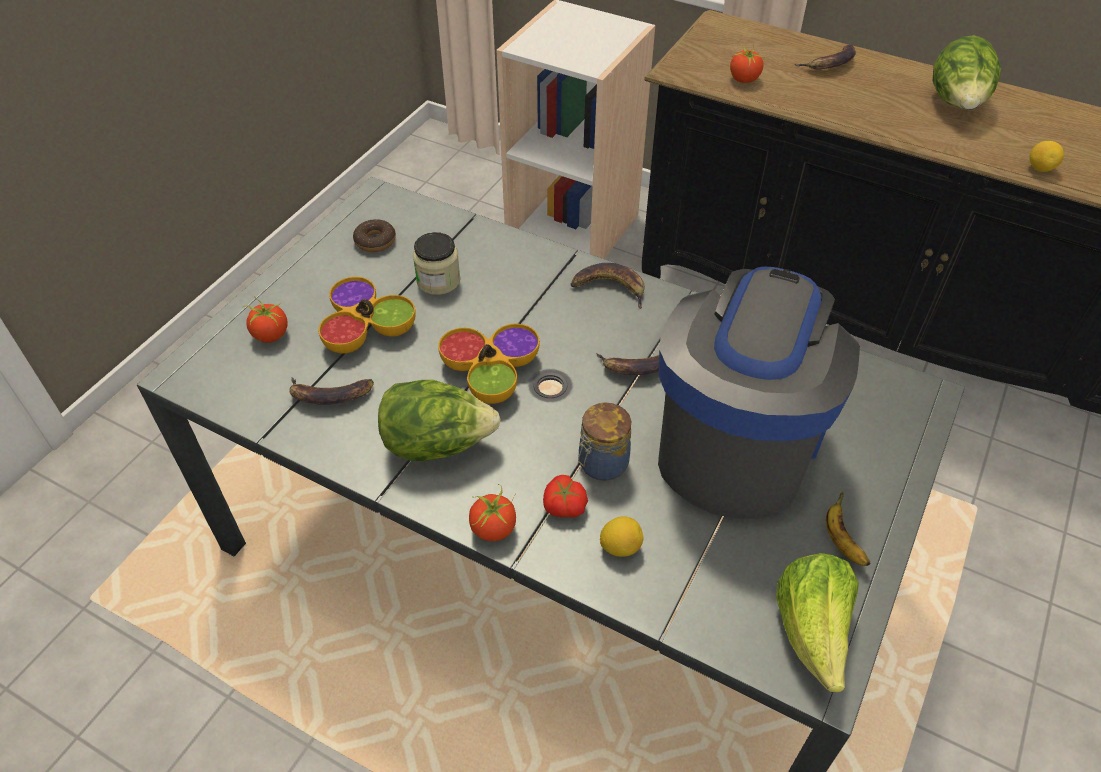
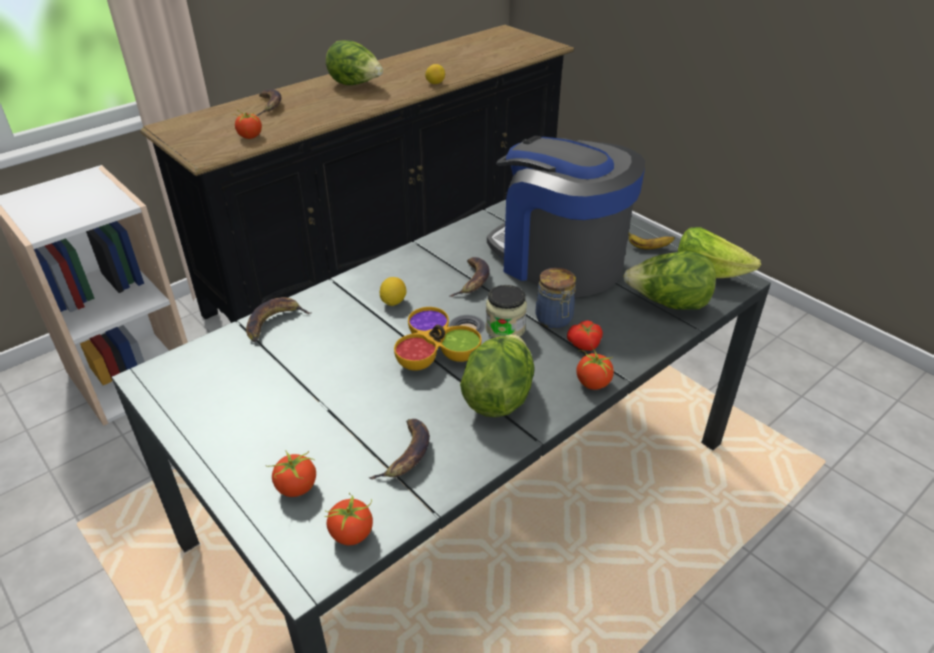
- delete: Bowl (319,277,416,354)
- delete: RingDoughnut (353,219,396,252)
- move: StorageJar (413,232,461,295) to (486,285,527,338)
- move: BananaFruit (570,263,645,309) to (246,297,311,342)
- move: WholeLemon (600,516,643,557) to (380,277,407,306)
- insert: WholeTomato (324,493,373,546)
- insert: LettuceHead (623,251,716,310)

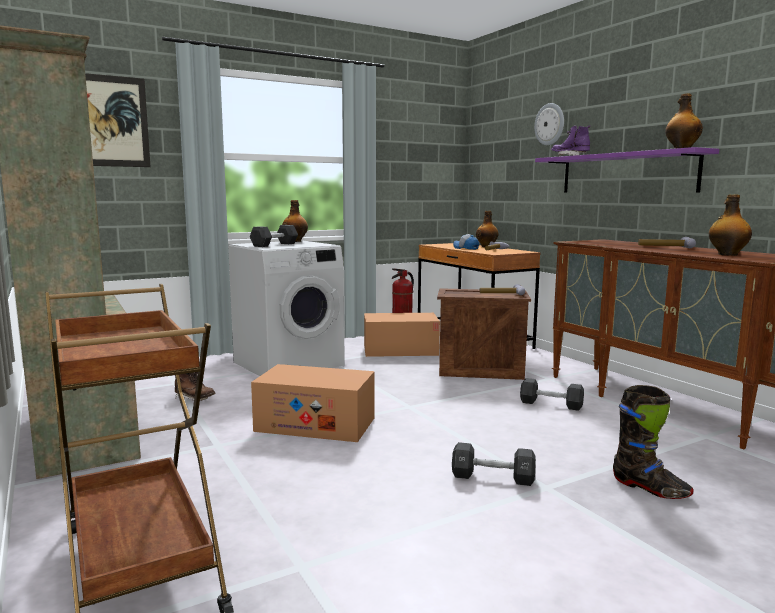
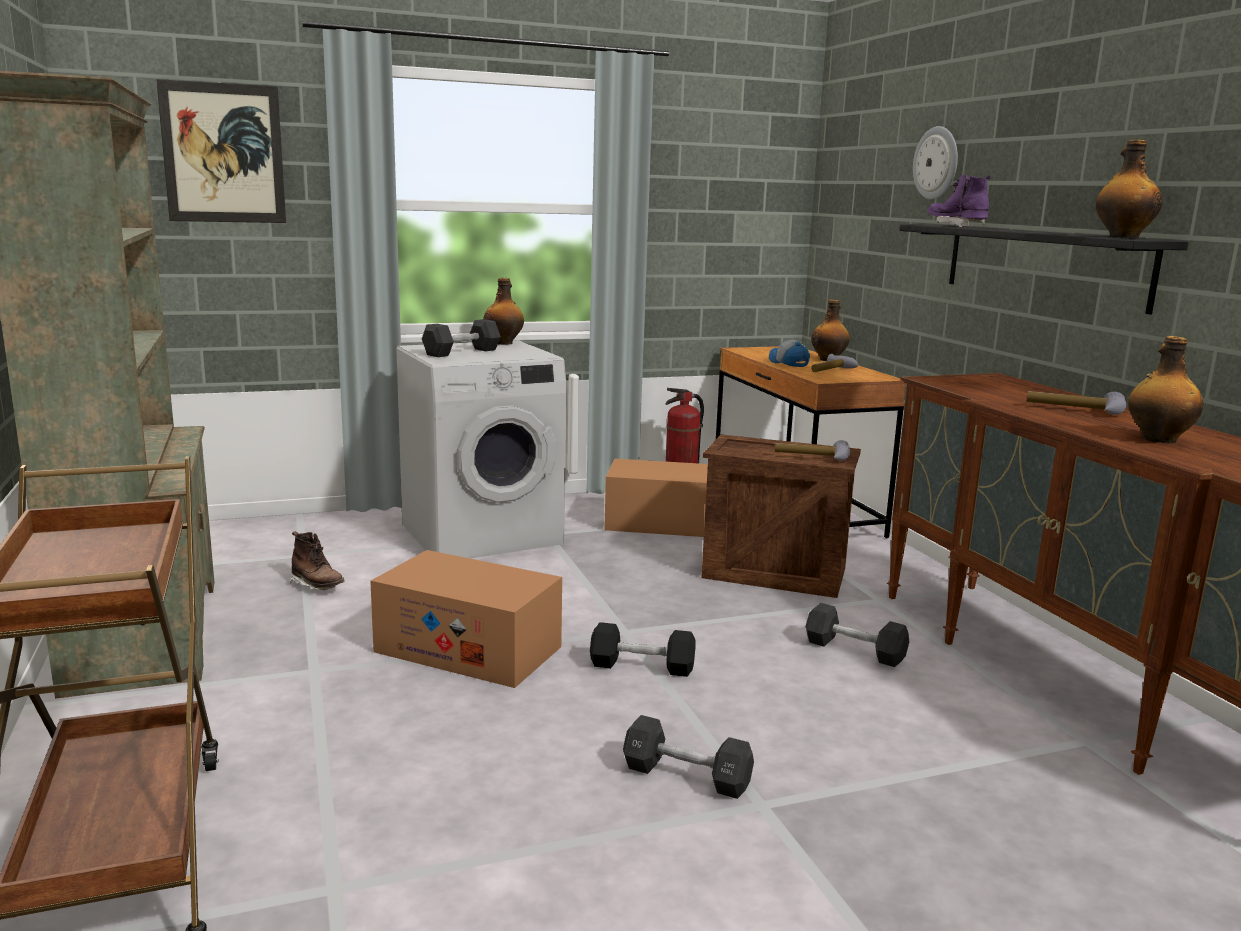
- recolor: PurpleBracketShelf (535,147,719,193) to BlackBracketShelf (899,224,1189,314)
- delete: BlackHighTopBoot (613,385,694,499)
- insert: BlackHandWeight (590,622,695,677)

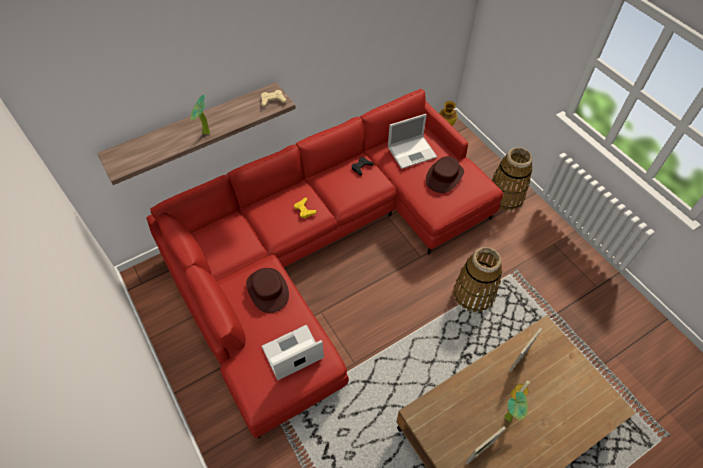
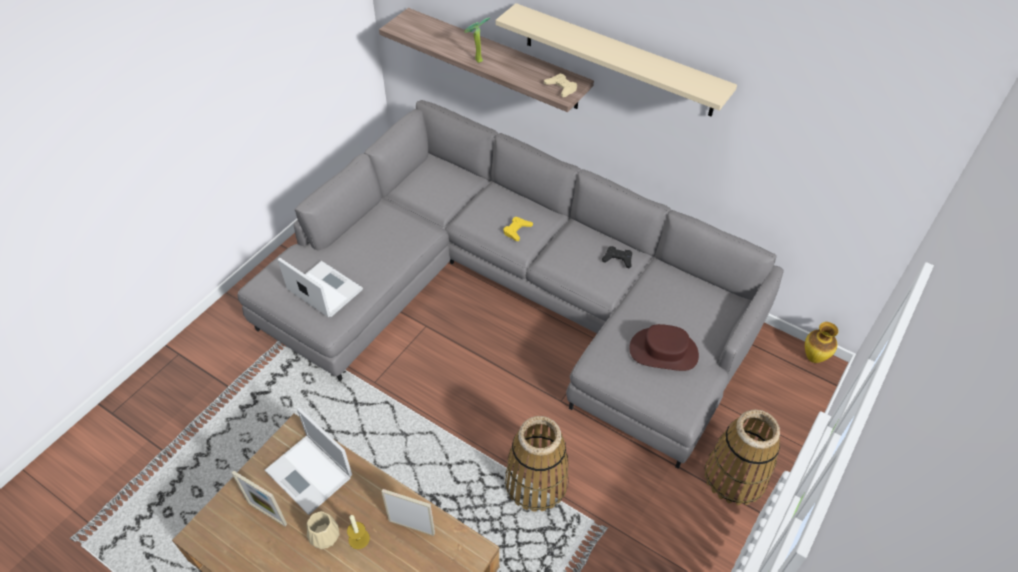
- recolor: RedColouredCouch (147,89,503,439) to GreyCouch (237,100,784,469)
- delete: BrownClothingHat (246,268,289,313)
- move: Laptop (388,114,437,169) to (265,407,352,515)
- replace: Houseplant (504,391,528,422) to BeigeColouredFlowerVase (307,511,340,549)
- insert: BeigeColouredBracketShelf (496,3,737,116)

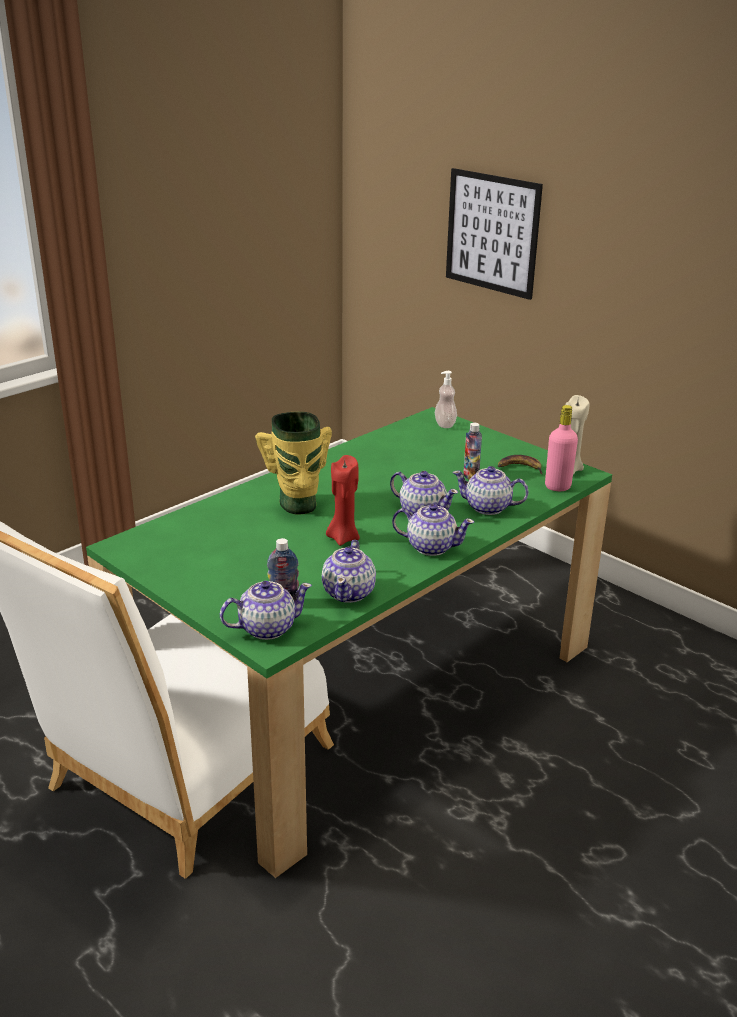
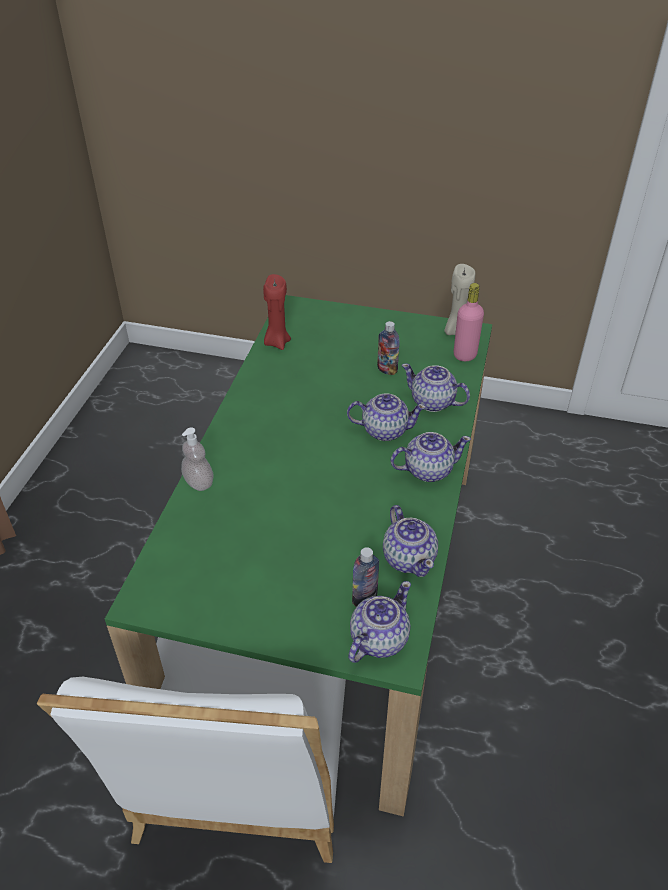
- delete: FlowerVase (255,412,332,514)
- move: RedColouredWaxCandle (326,455,360,546) to (263,274,291,350)
- move: SoapBottle (435,371,457,428) to (181,427,214,491)
- delete: Picture (446,168,543,300)
- rotate: Teapot (452,466,529,515) = (401,363,470,412) 45 degrees clockwise
- delete: BananaFruit (498,455,542,474)

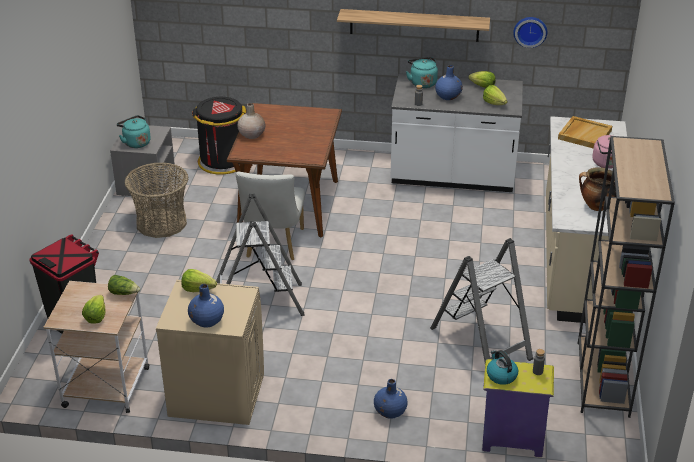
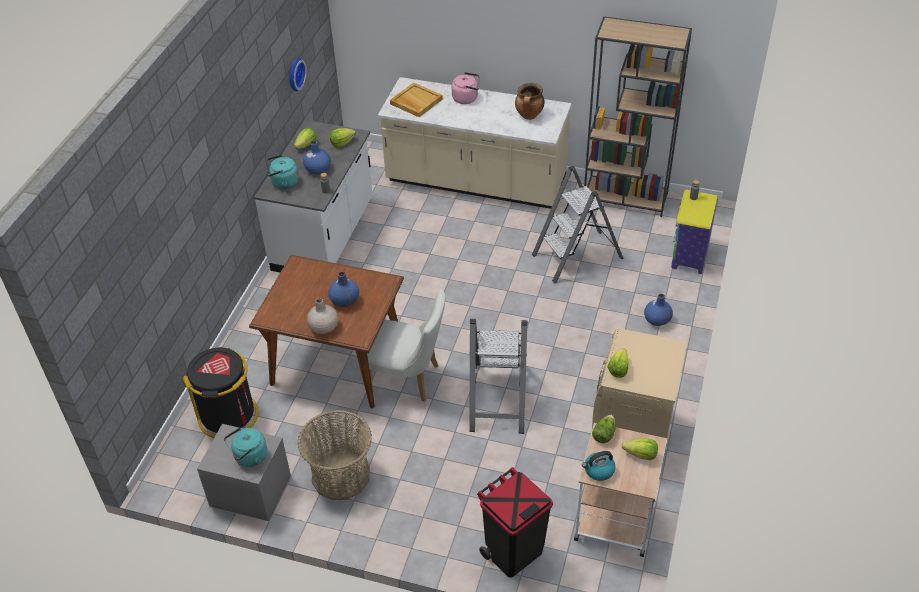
- move: BluishFlowerVase (188,284,224,328) to (328,272,359,307)
- delete: BracketShelf (337,9,490,42)
- move: WaterKettle (487,350,518,385) to (582,451,615,481)

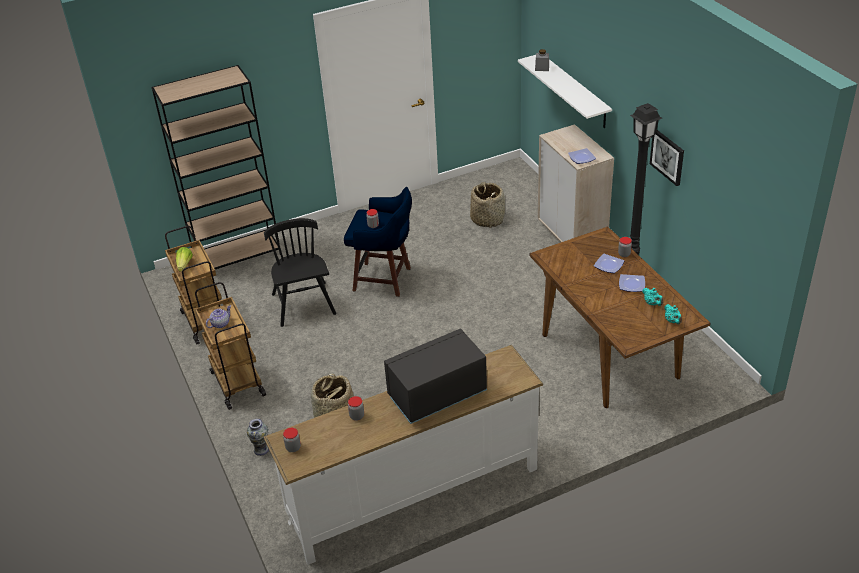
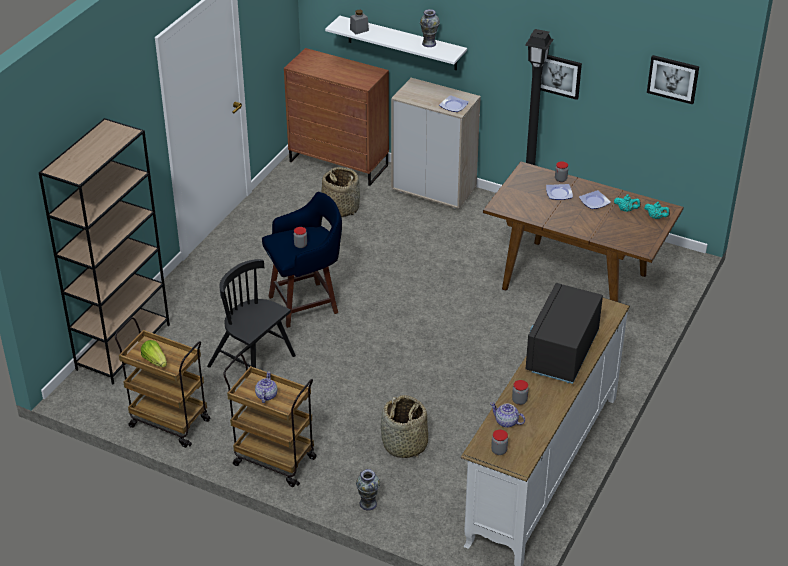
- insert: BrownDresser (284,48,389,186)
- insert: FlowerVase (420,9,440,47)
- insert: Teapot (490,402,525,428)
- insert: Picture (647,55,699,105)

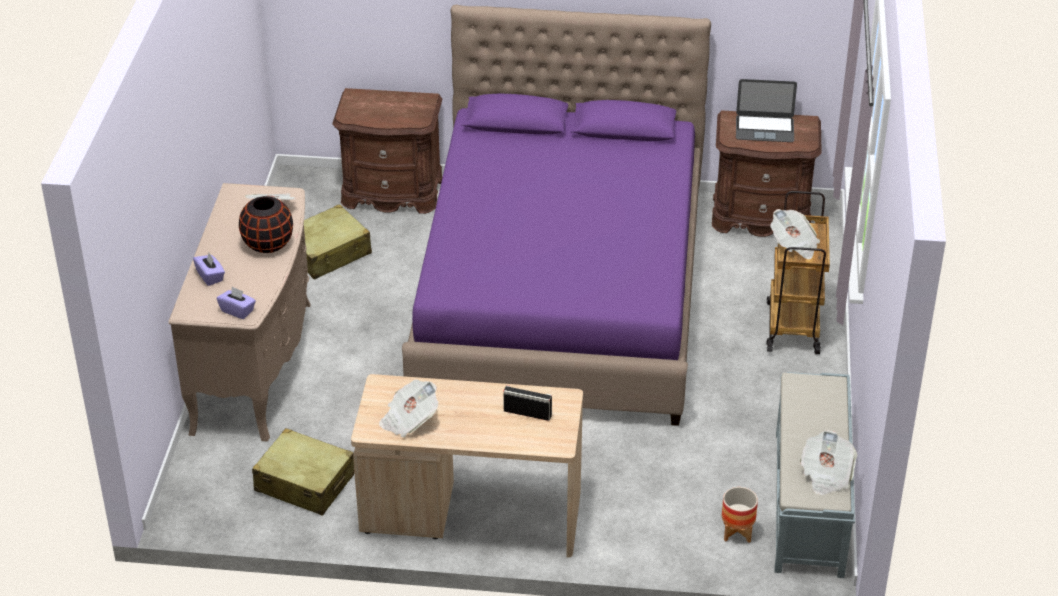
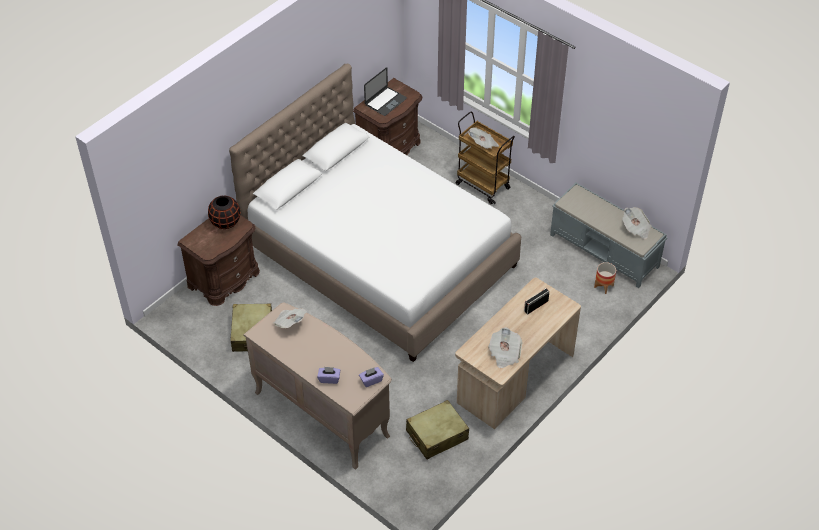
- move: BlackFlowerVase (239,196,293,253) to (208,196,240,229)
- recolor: PurpleBedroomBed (402,4,711,426) to WhiteColouredBedroomBed (229,64,521,362)

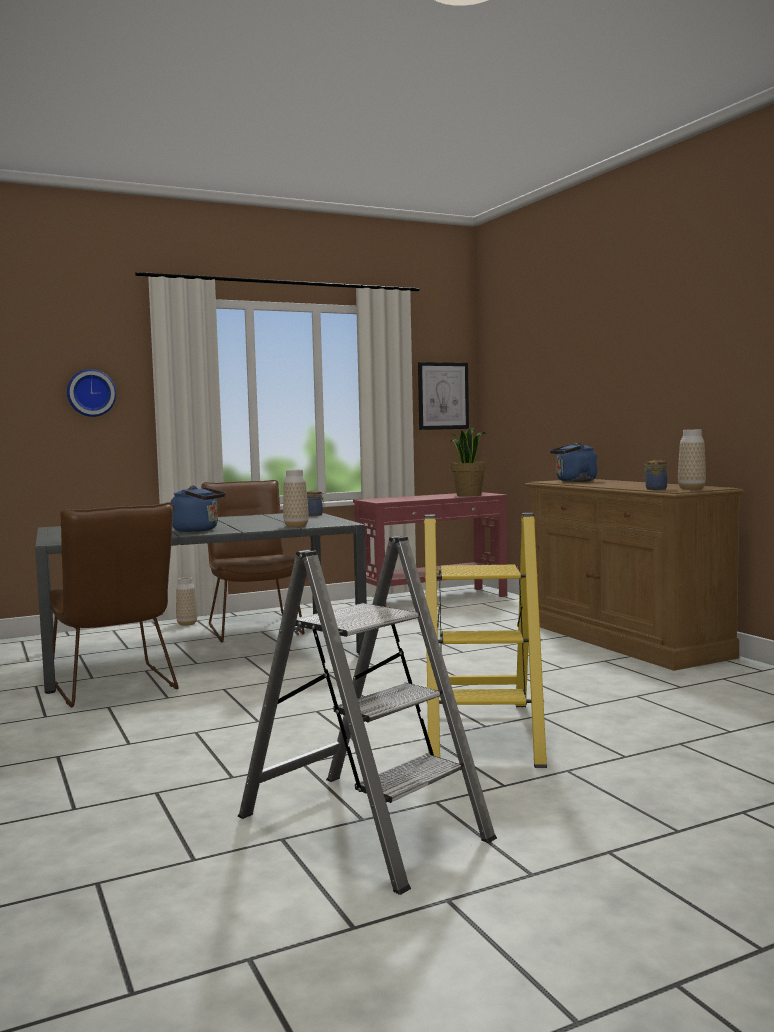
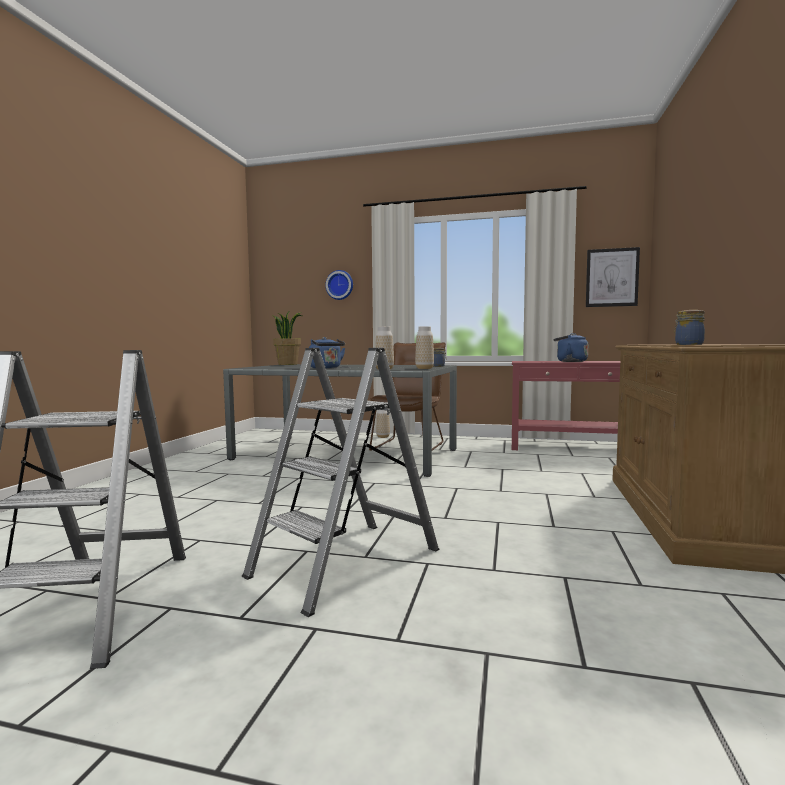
- delete: BrownPlainChair (50,502,179,707)
- recolor: YellowColouredStepStool (424,513,547,768) to GreyStepStool (241,348,440,617)
- move: Houseplant (450,427,486,497) to (271,312,302,365)
- move: BluishWaterKettle (550,442,597,482) to (554,333,588,362)
- move: FlowerVase (678,430,706,490) to (415,326,434,369)

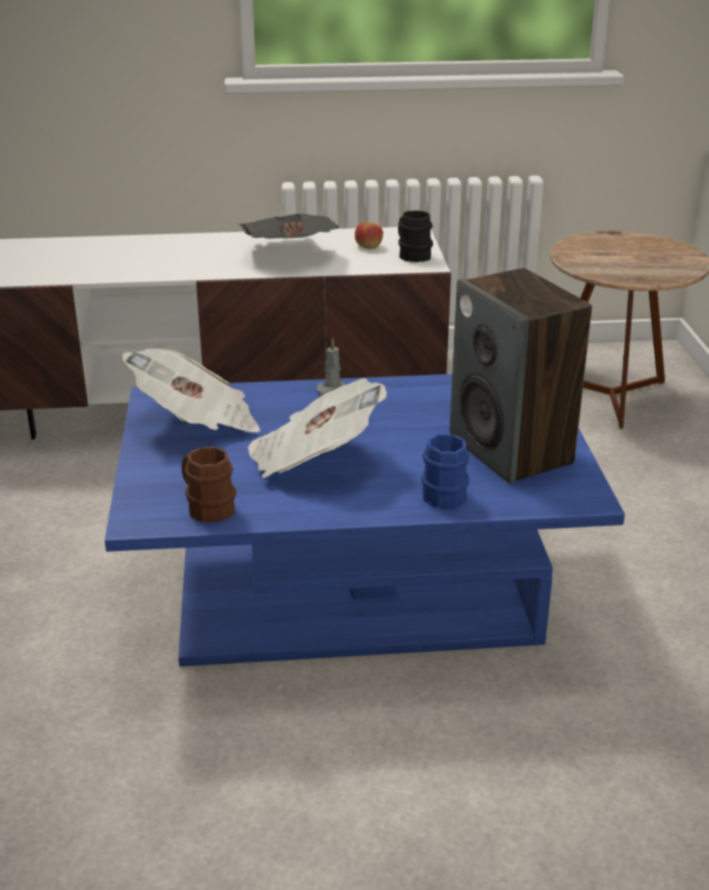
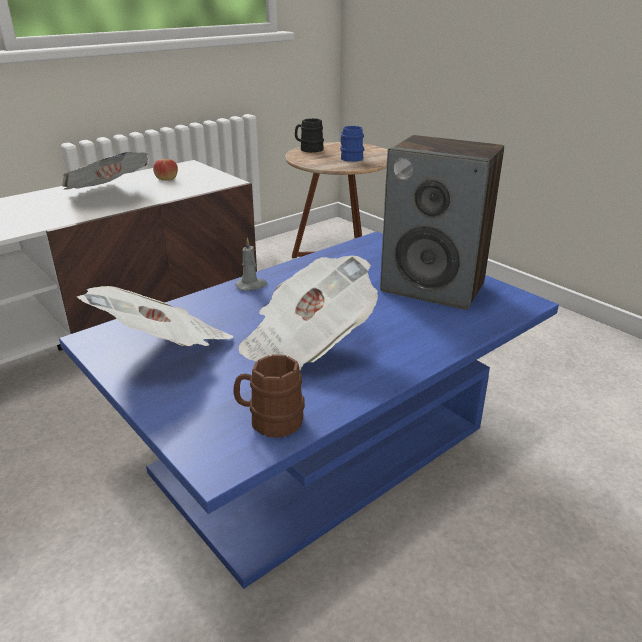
- move: BlackTeaMug (398,210,433,262) to (295,118,324,153)
- move: BluishTeaMug (421,434,469,509) to (340,126,364,162)

